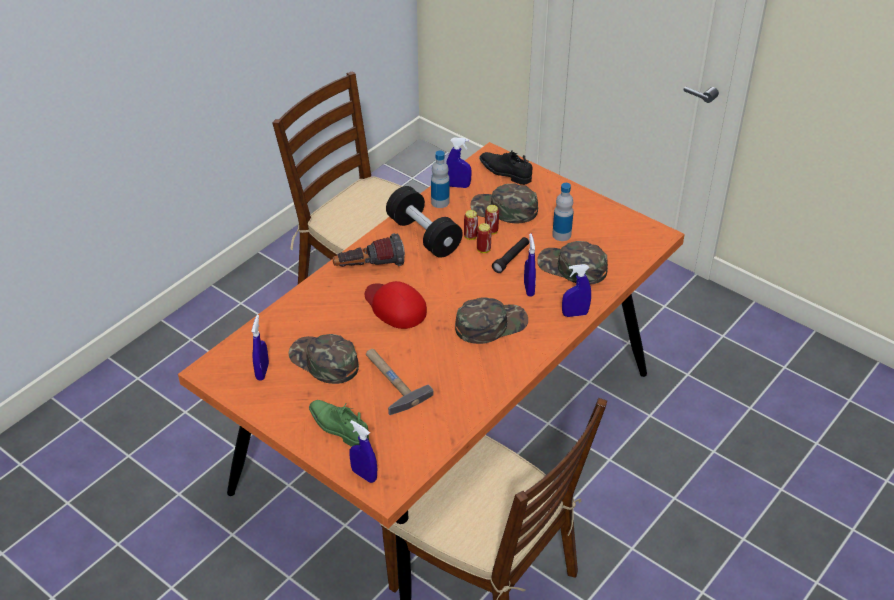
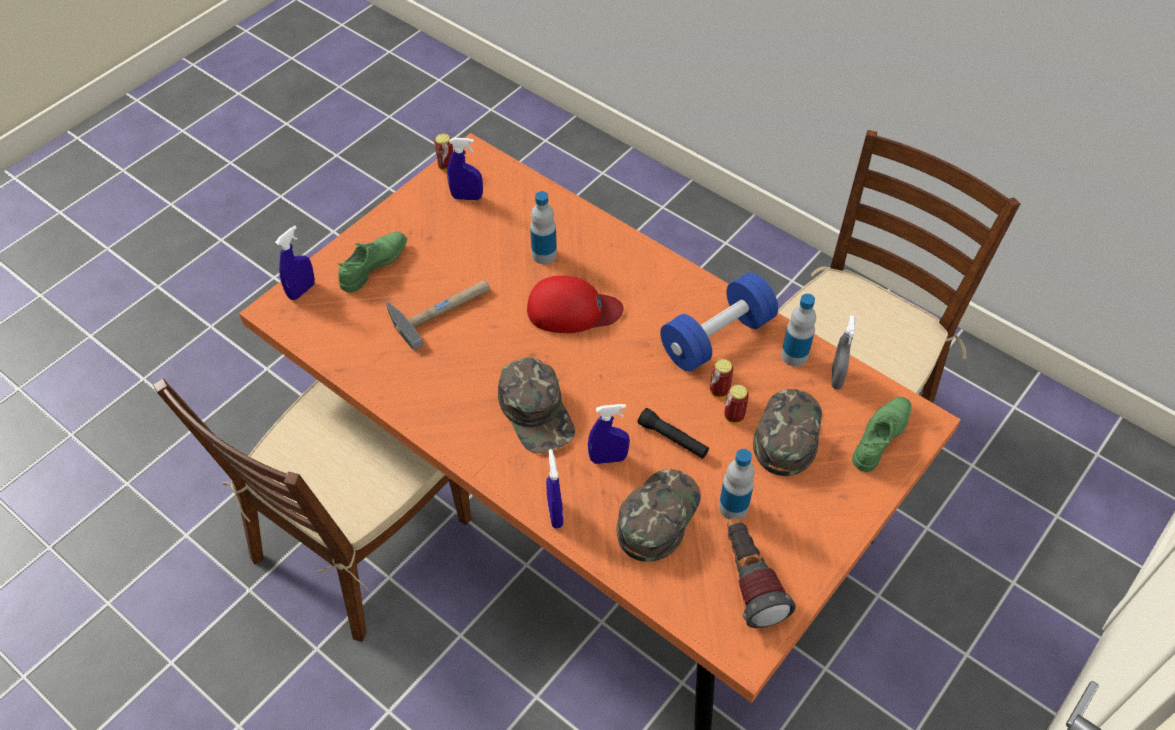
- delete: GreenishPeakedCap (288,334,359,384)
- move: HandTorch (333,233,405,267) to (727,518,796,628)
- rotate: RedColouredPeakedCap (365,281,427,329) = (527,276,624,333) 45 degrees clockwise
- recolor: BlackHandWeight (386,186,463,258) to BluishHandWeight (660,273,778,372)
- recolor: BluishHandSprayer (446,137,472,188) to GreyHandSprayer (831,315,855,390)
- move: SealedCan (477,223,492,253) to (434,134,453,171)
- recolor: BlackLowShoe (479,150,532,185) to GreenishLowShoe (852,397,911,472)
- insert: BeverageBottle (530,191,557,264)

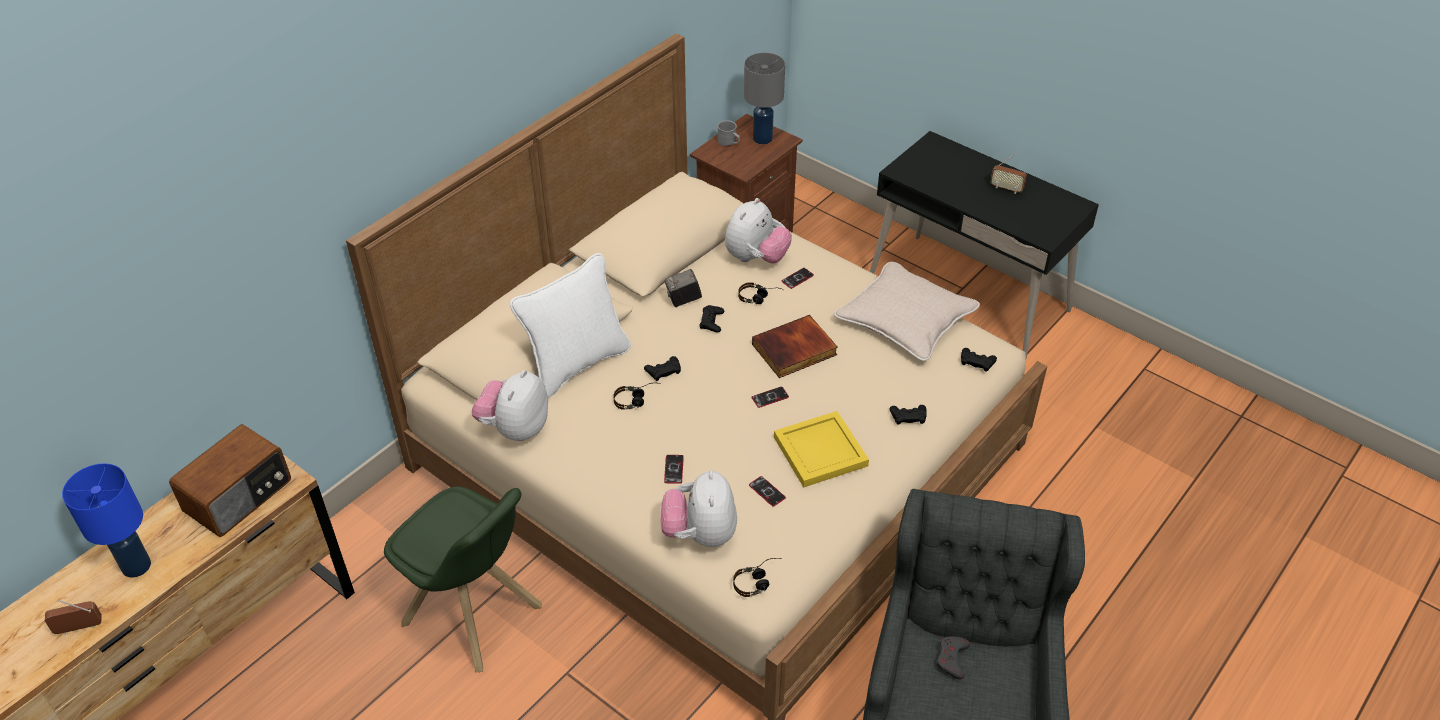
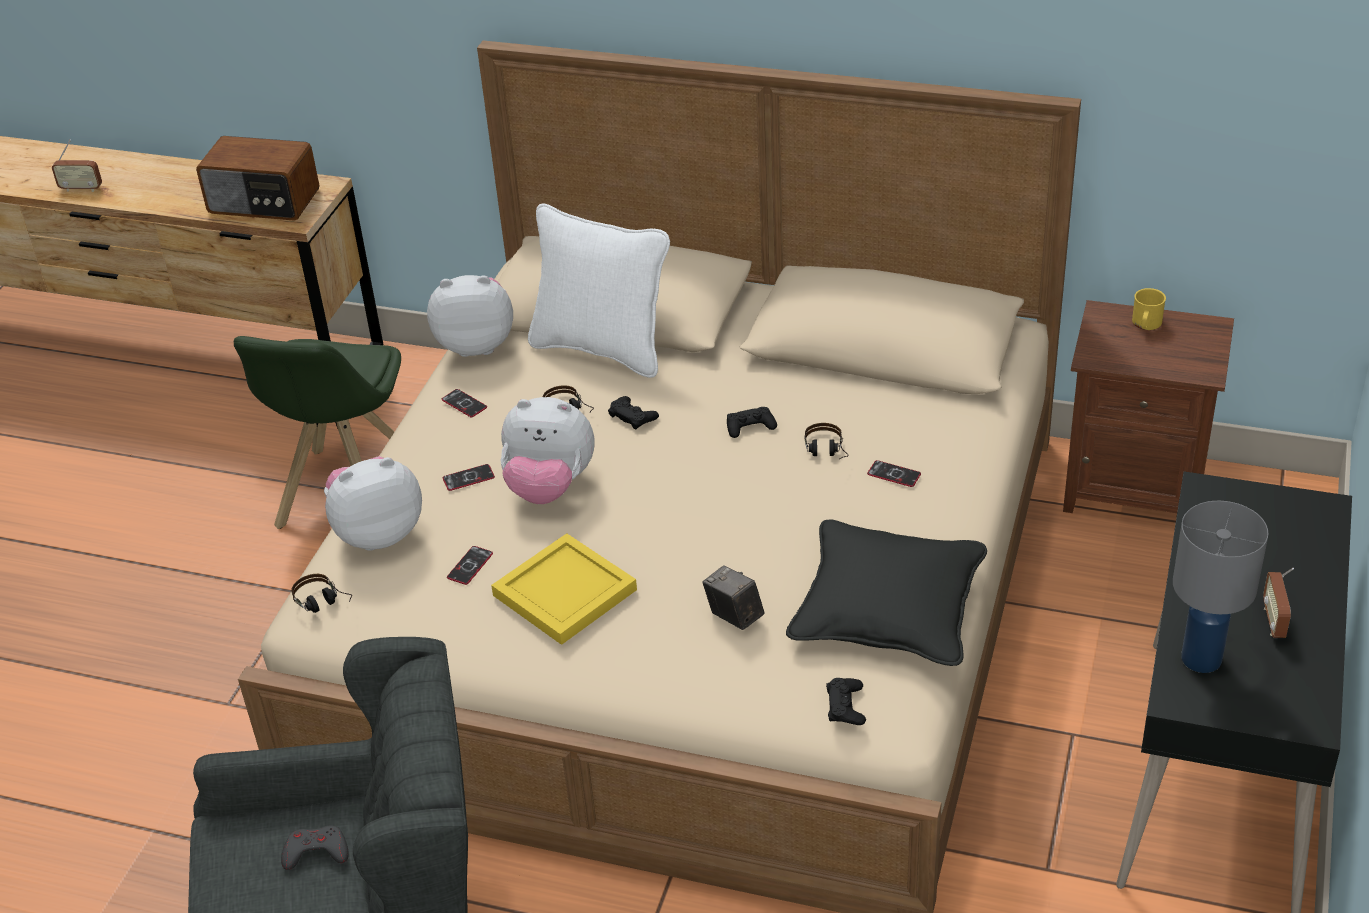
- rotate: RadioSet (45,600,102,635) = (52,139,102,192) 135 degrees clockwise
- delete: BluishTableLamp (62,463,151,578)
- move: StillCamera (665,269,702,307) to (702,565,765,630)
- recolor: GreyTeaMug (718,120,740,147) to YellowColouredTeaMug (1132,288,1166,330)
- move: CuddlyToy (725,198,792,263) to (500,397,595,504)
- move: GreyTableLamp (744,53,785,144) to (1173,501,1269,673)
- move: Phone (751,387,789,408) to (442,389,487,417)
- delete: Volume (752,315,838,378)
- recolor: BeigeColouredCushion (834,262,980,361) to BlackCushion (786,519,987,666)
- delete: BlackGameController (890,405,927,424)

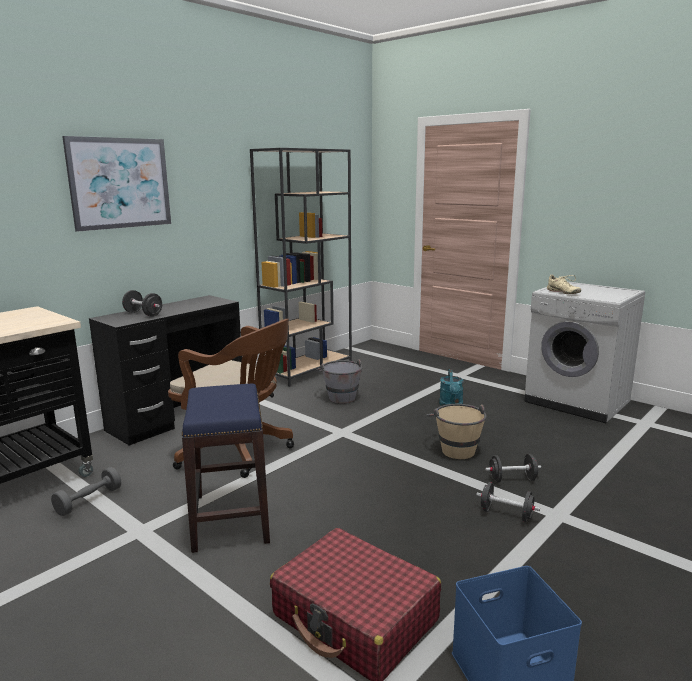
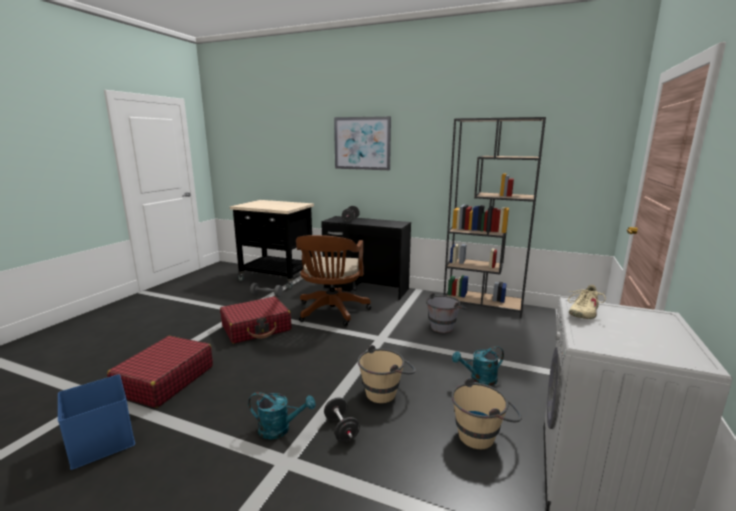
- replace: StoolSeat (182,384,270,553) to RedColouredSuitcase (220,297,292,344)
- replace: BlackHandWeight (476,482,540,522) to TurquoiseSprinklingCan (248,392,315,440)
- insert: BeigeColouredBucket (451,377,522,449)

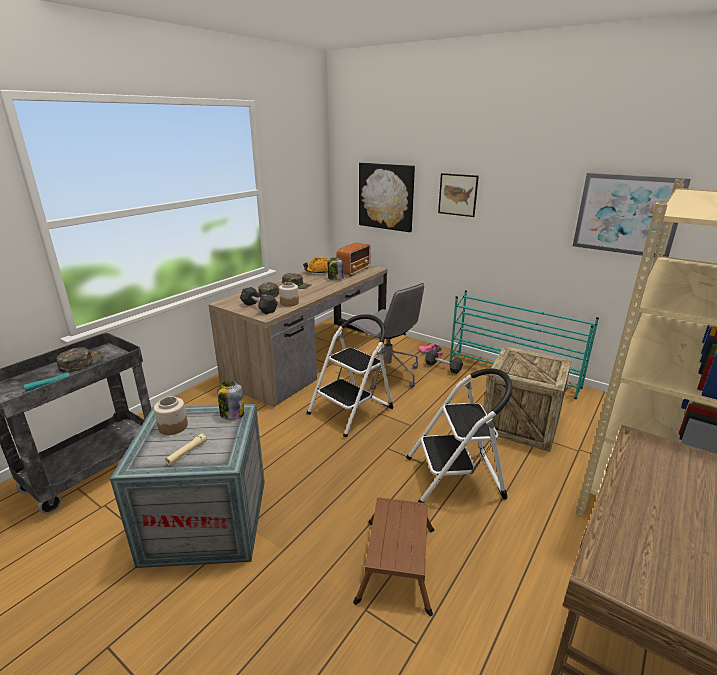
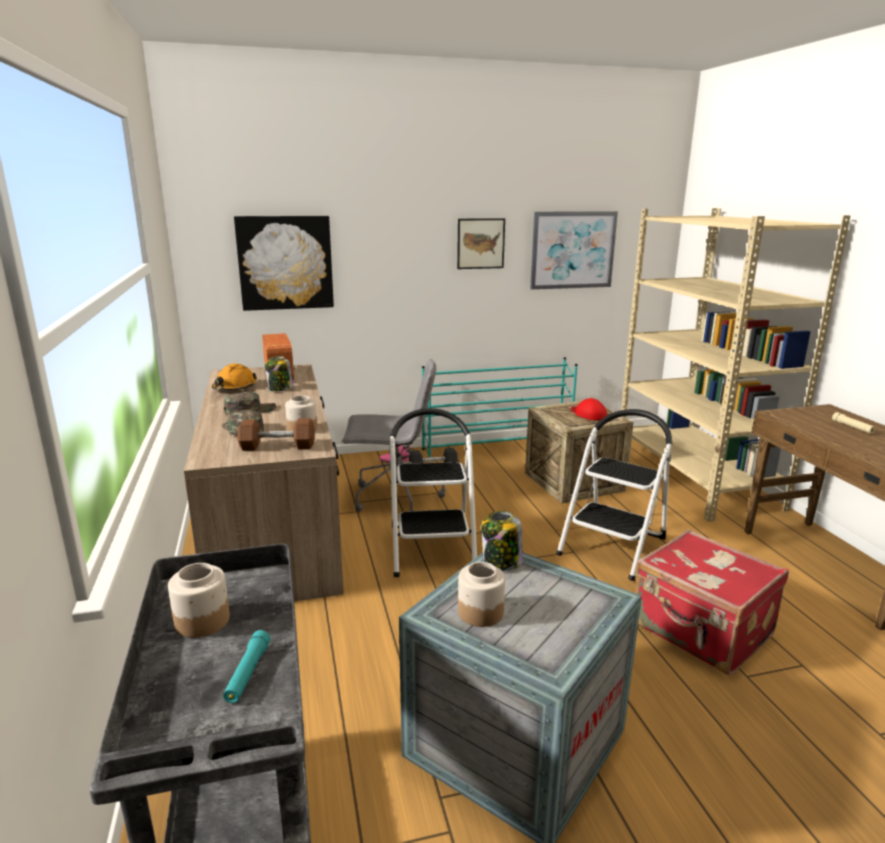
- replace: GreenishPeakedCap (57,347,105,373) to StorageJar (168,563,230,638)
- move: BeigeColouredHandTorch (165,434,207,465) to (832,412,876,434)
- recolor: GreyHandWeight (240,287,278,314) to BrownHandWeight (237,418,315,451)
- replace: BrownStepStool (353,497,435,617) to RedColouredSuitcase (635,529,789,675)
- move: Picture (438,173,479,217) to (457,218,505,269)
- insert: RedColouredPeakedCap (570,398,607,420)

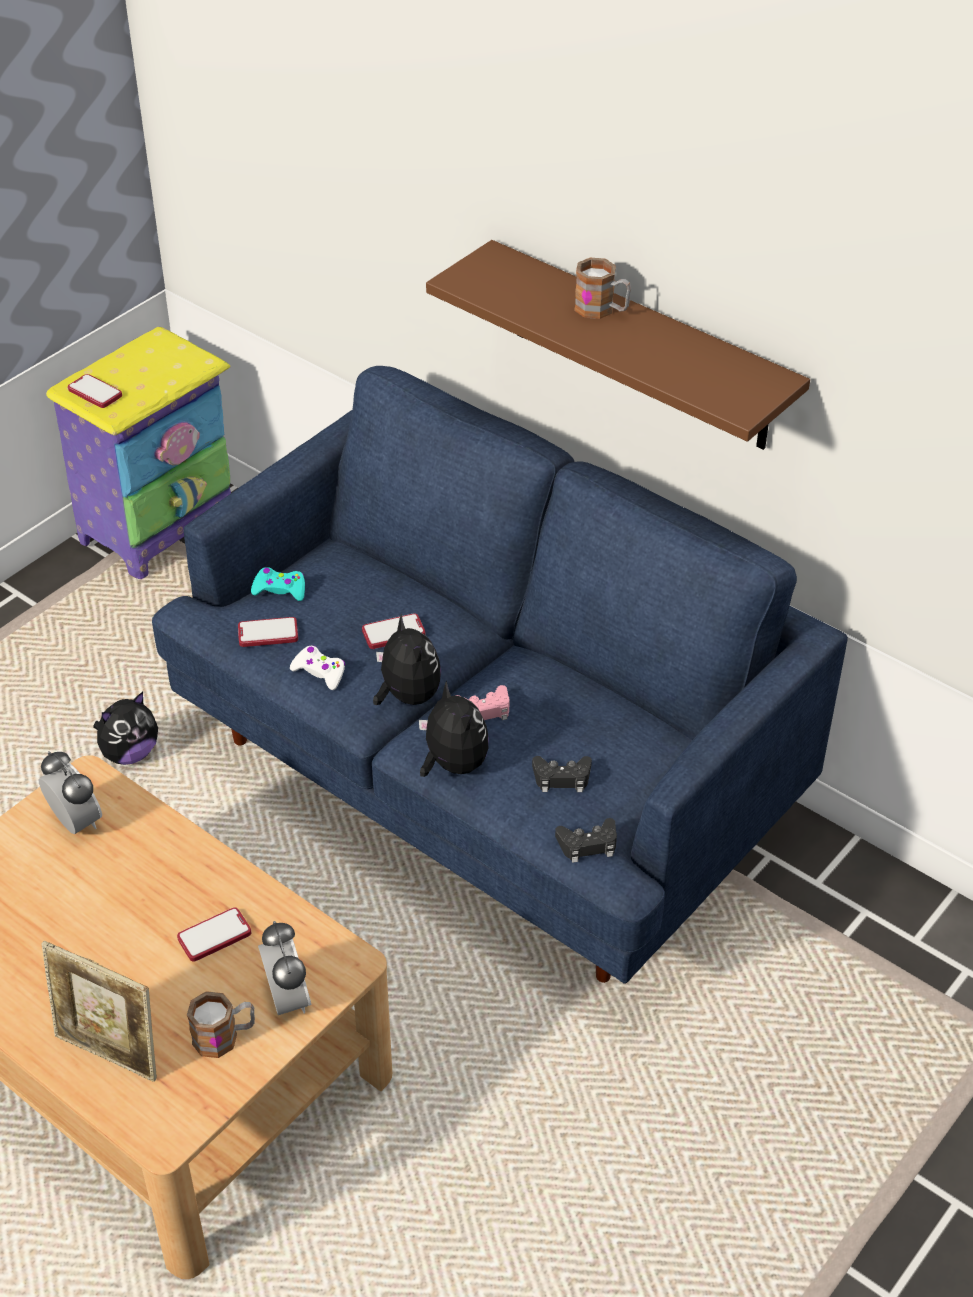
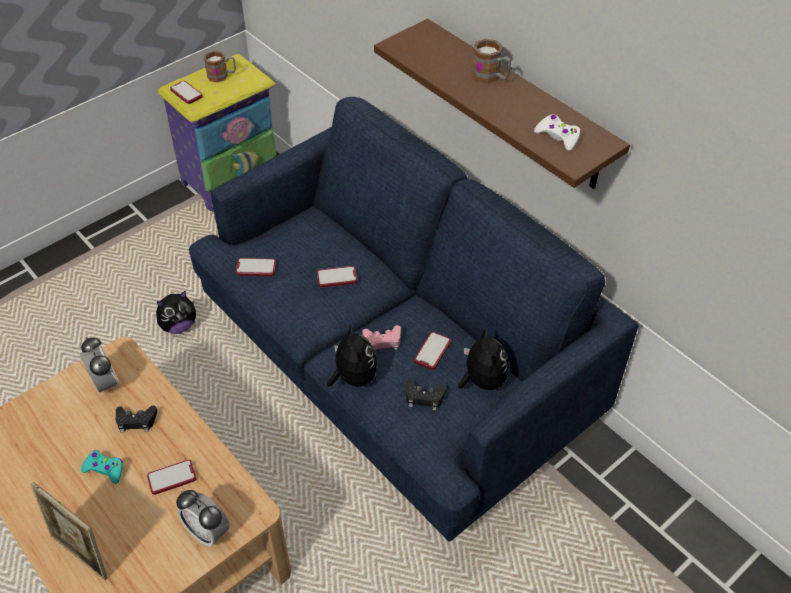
- move: TeaMug (187,991,255,1058) to (204,51,236,82)
- move: TurquoiseGameController (251,567,305,601) to (81,450,123,484)
- rotate: BedsideClock (258,921,311,1015) = (176,490,230,547) 135 degrees clockwise
- move: WhiteColouredGameController (290,645,345,690) to (534,114,581,151)
- move: CuddlyToy (373,613,441,705) to (458,328,509,390)
- move: BlackGameController (555,818,617,863) to (115,405,158,432)
- insert: Phone (414,332,451,370)

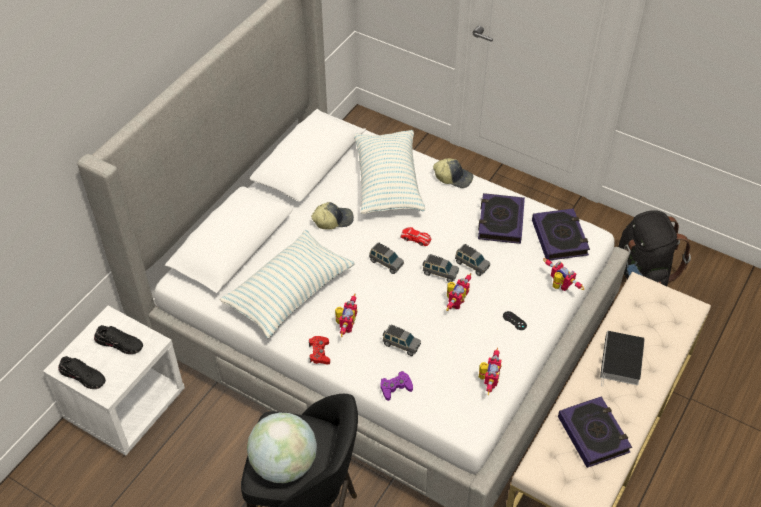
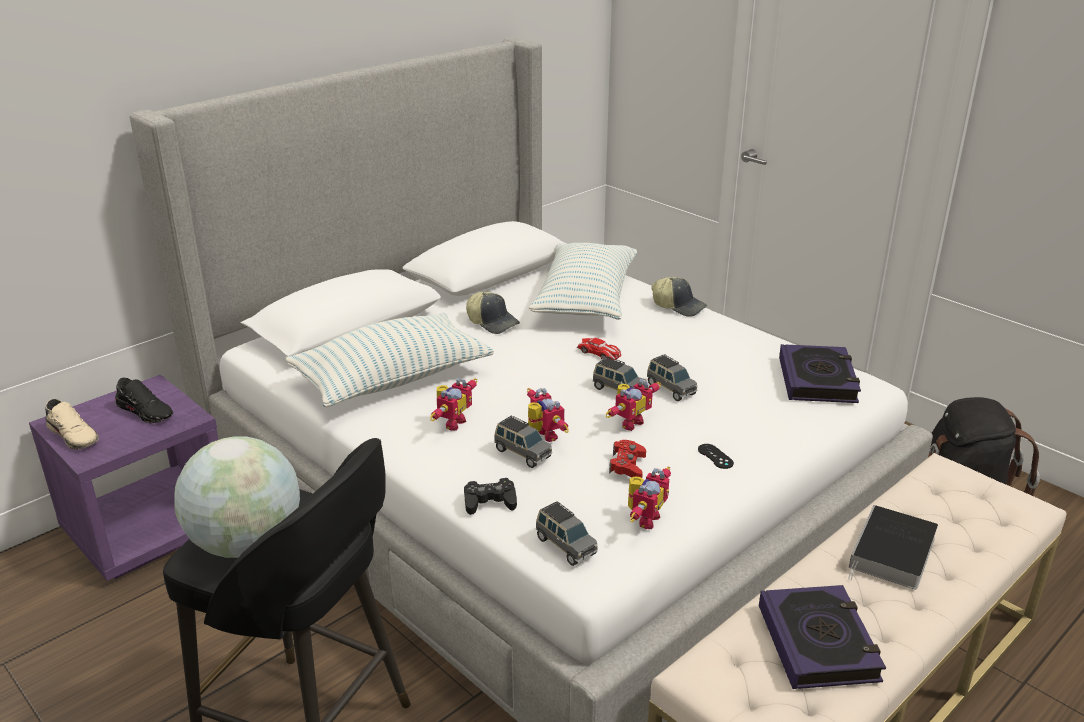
- recolor: WhiteColouredNightstand (43,306,185,456) to PurpleNightstand (29,375,218,581)
- recolor: BlackLowShoe (58,356,106,389) to BeigeColouredLowShoe (45,399,99,450)
- move: RedColouredGameController (309,336,330,365) to (609,440,646,478)
- rotate: PeakedCap (311,202,354,230) = (466,292,520,334) 45 degrees clockwise
- move: GreyToyCar (369,242,404,274) to (536,501,598,566)
- recolor: PurpleGameController (380,371,413,401) to BlackGameController (464,478,517,515)
- delete: Volume (478,193,525,244)
- move: RobotFigure (543,258,584,291) to (527,388,569,442)

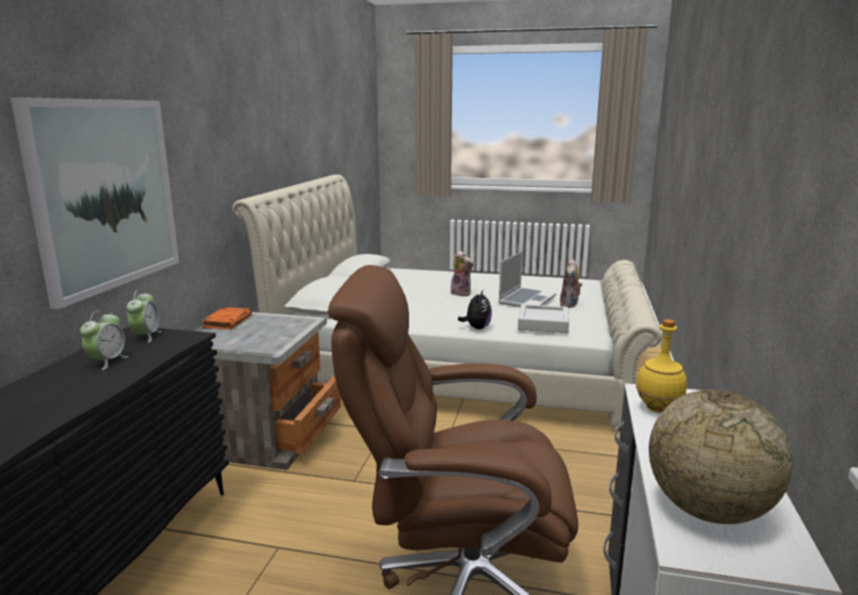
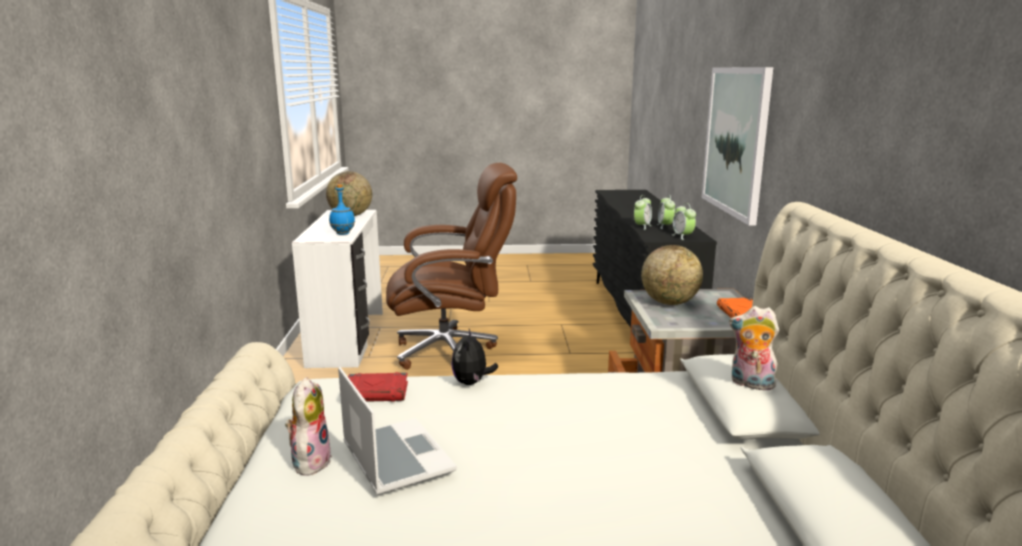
- move: CuddlyToy (451,250,474,296) to (729,306,779,390)
- rotate: Laptop (498,251,556,307) = (338,367,457,495) 135 degrees clockwise
- replace: GreyServingTray (518,304,569,333) to RedColouredVolume (348,372,408,402)
- recolor: YellowColouredBeverageBottle (636,319,687,413) to BluishBeverageBottle (329,184,355,235)
- insert: BedsideClock (634,195,652,230)
- insert: DeskGlobe (641,245,703,305)

